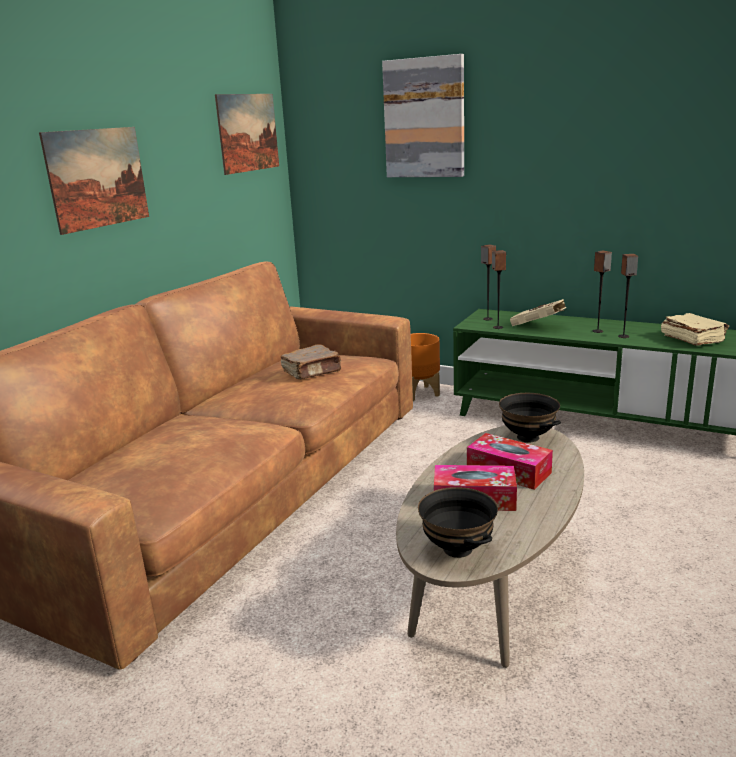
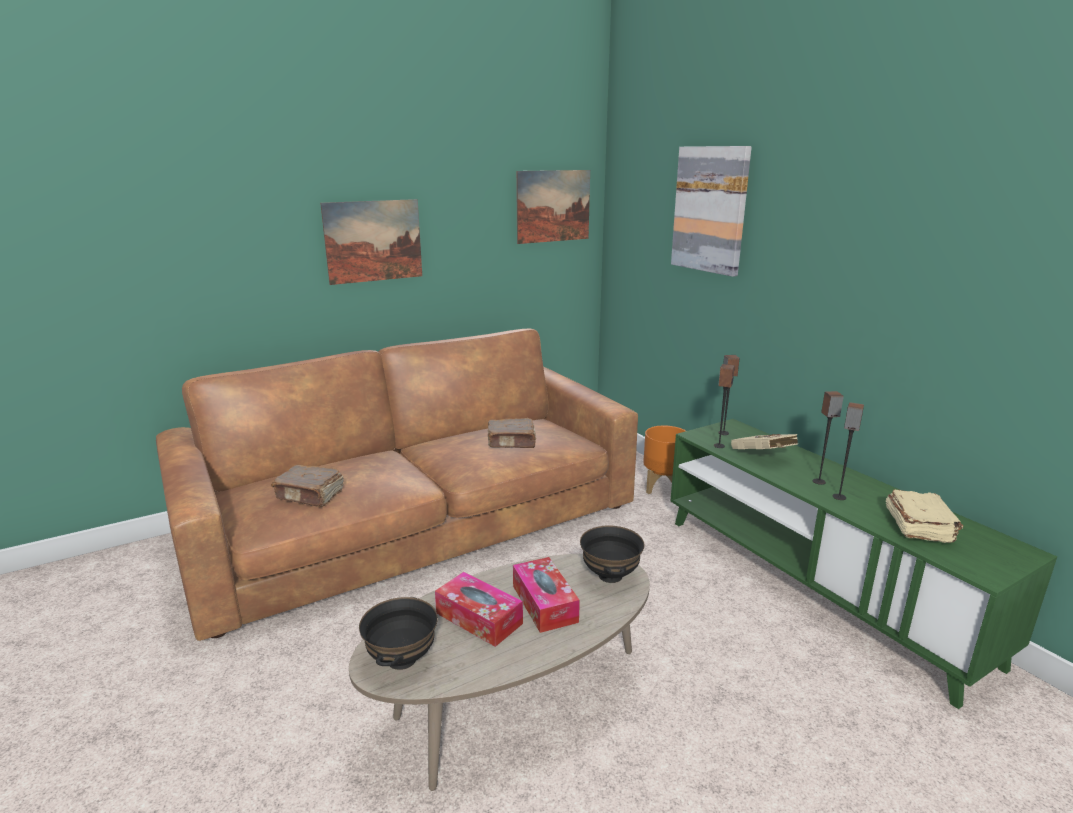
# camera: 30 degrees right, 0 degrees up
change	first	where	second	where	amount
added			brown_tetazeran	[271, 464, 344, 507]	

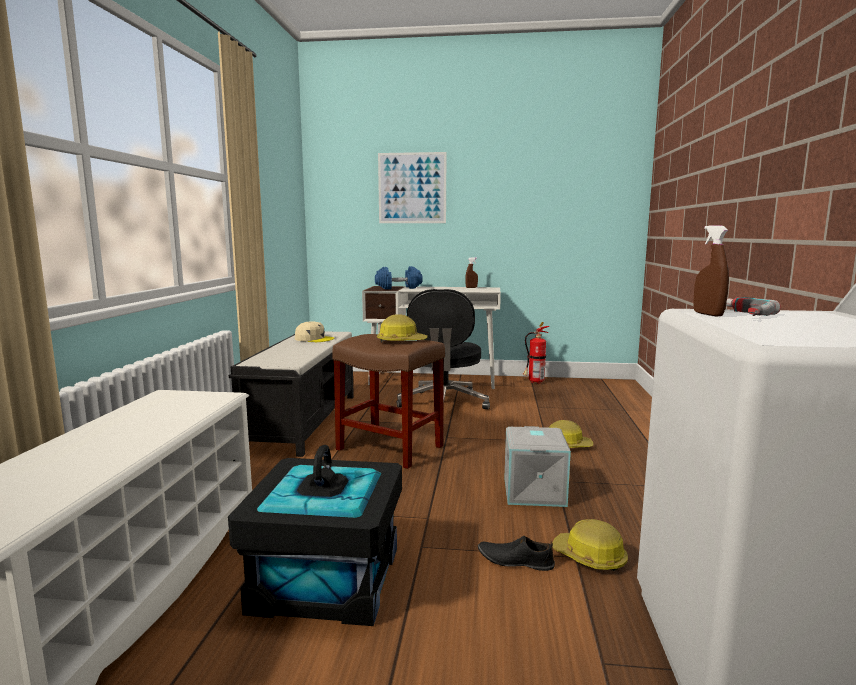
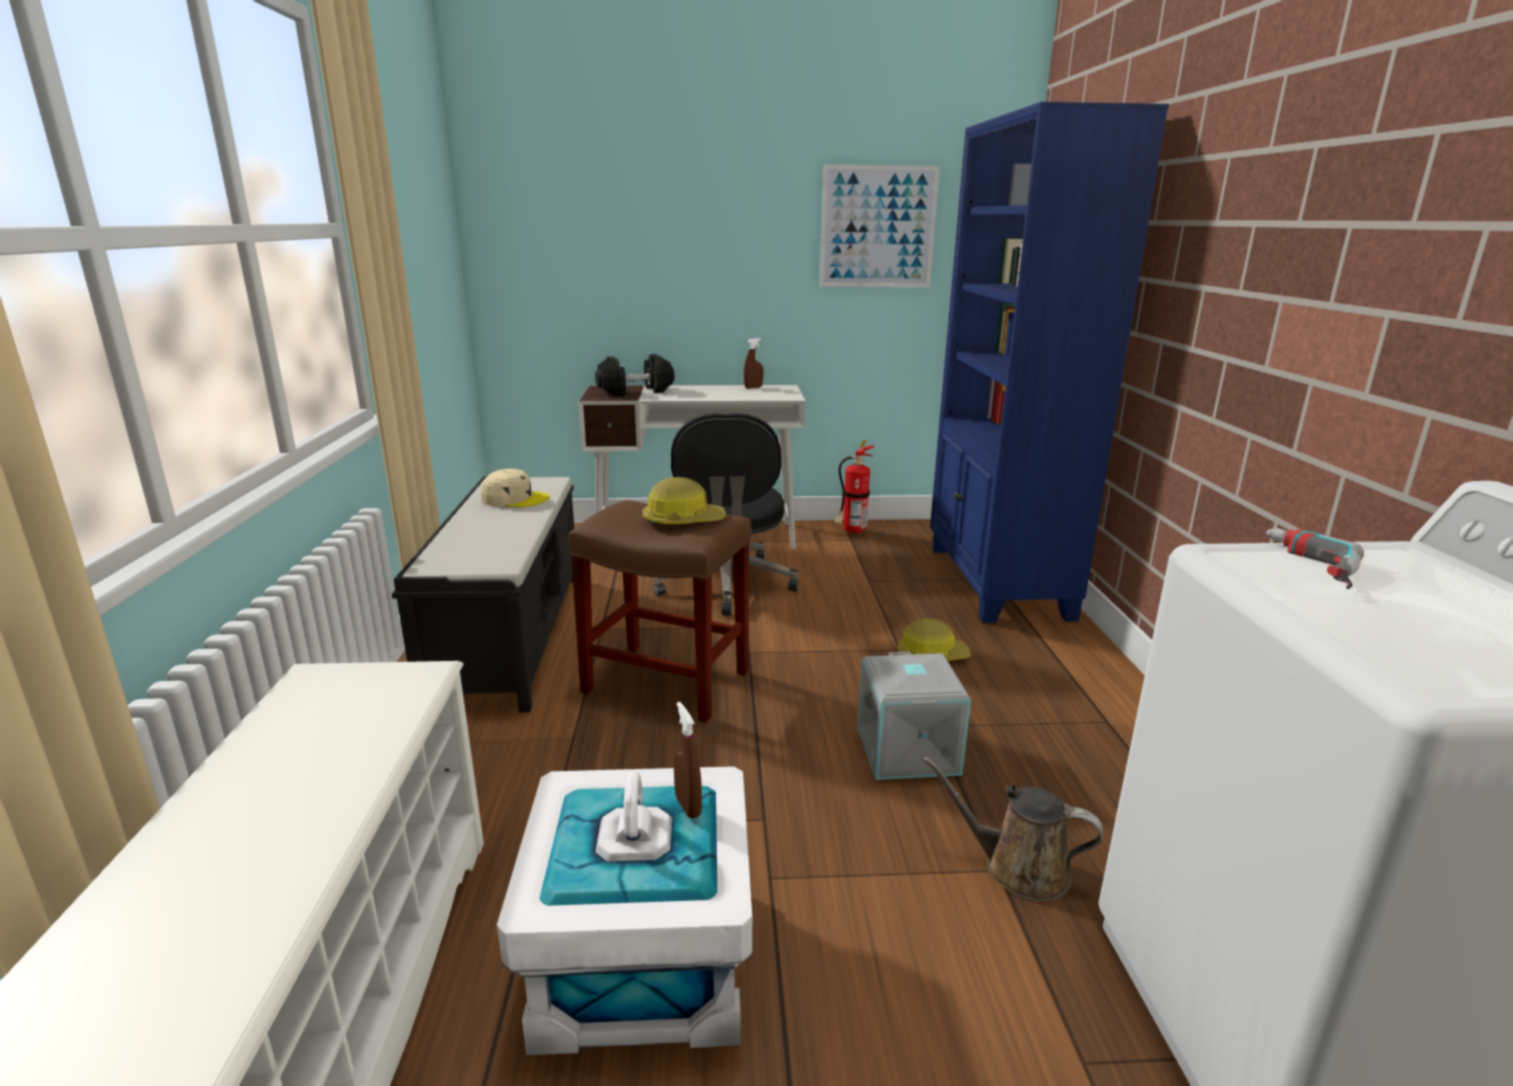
# camera: 10 degrees left, 10 degrees up
change	first	where	second	where	amount
recoloured	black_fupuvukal	[228, 445, 402, 626]	white_fupuvukal	[497, 766, 752, 1055]	
recoloured	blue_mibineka	[375, 266, 423, 289]	black_mibineka	[595, 354, 675, 396]	
moved	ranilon	[378, 152, 447, 223]		[820, 165, 940, 287]	
removed	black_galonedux	[478, 536, 555, 571]			
replaced	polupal	[552, 519, 628, 571]	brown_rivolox	[923, 756, 1103, 902]	
moved	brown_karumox	[693, 225, 729, 316]		[674, 702, 702, 819]	
added			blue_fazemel	[930, 102, 1169, 623]	

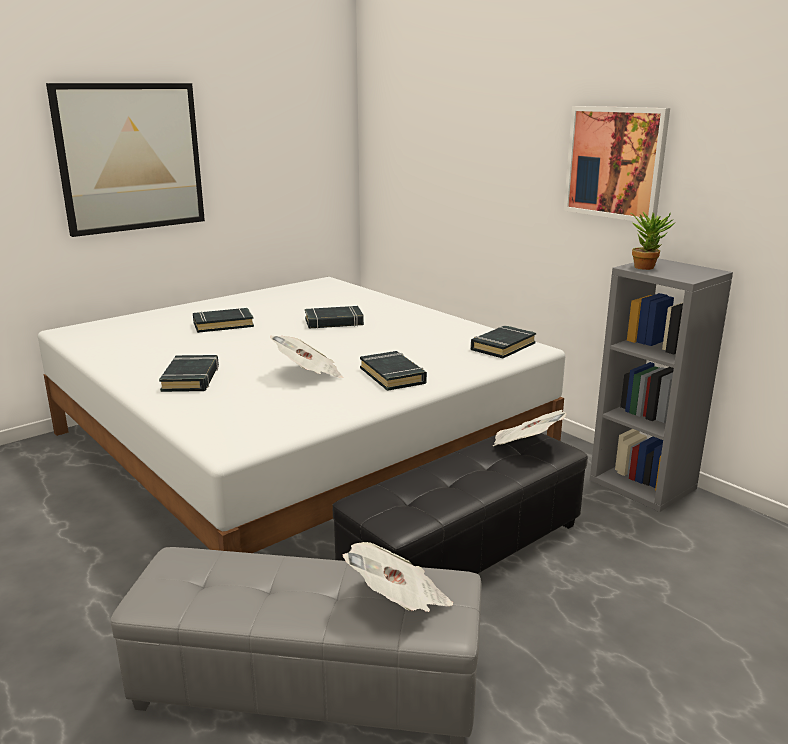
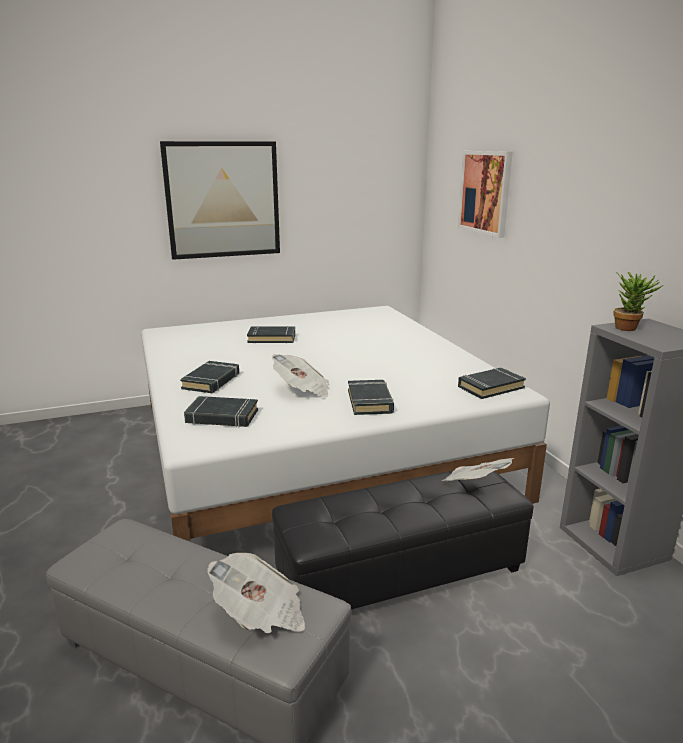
# camera: 20 degrees right, 0 degrees up
change	first	where	second	where	amount
moved	black_tetazeran	[305, 306, 364, 329]		[184, 396, 258, 427]	
moved	ranilon	[564, 106, 670, 222]		[458, 151, 513, 238]	

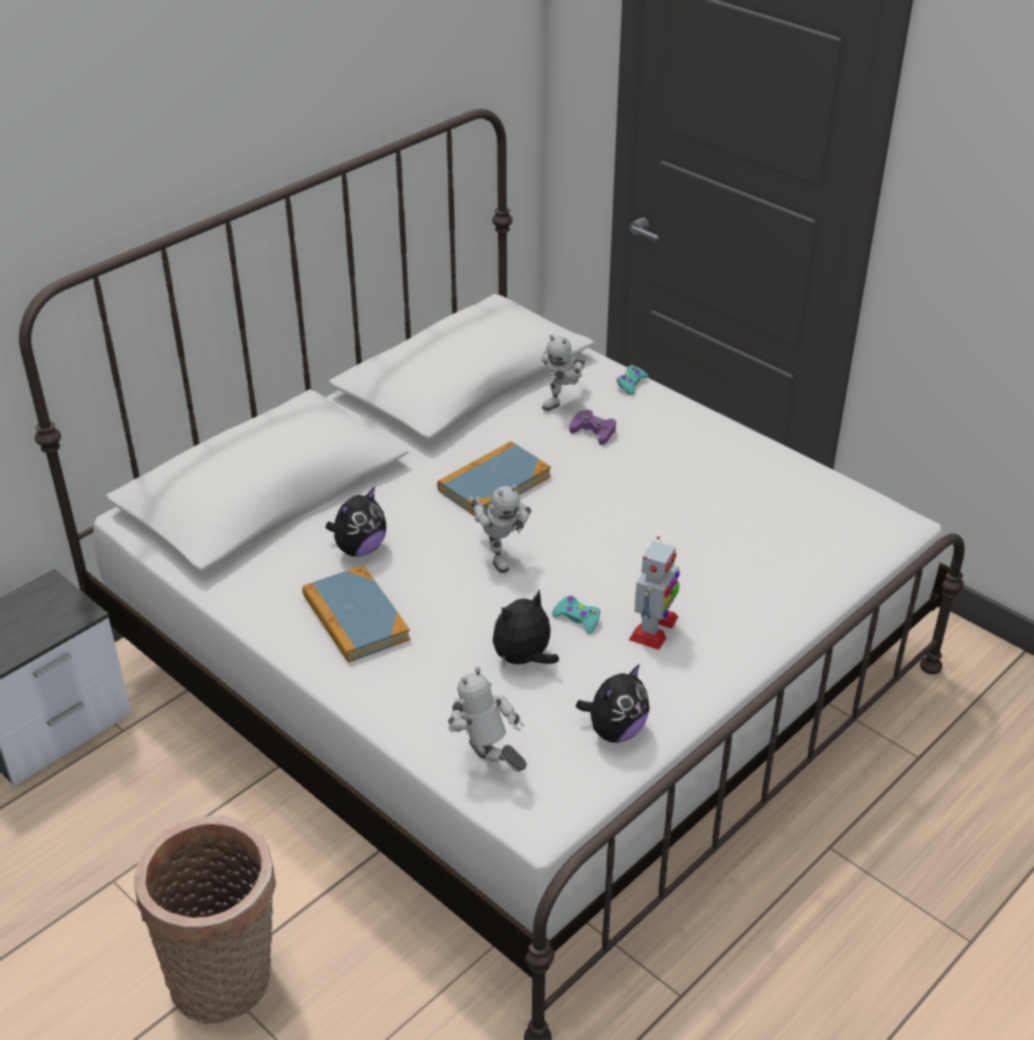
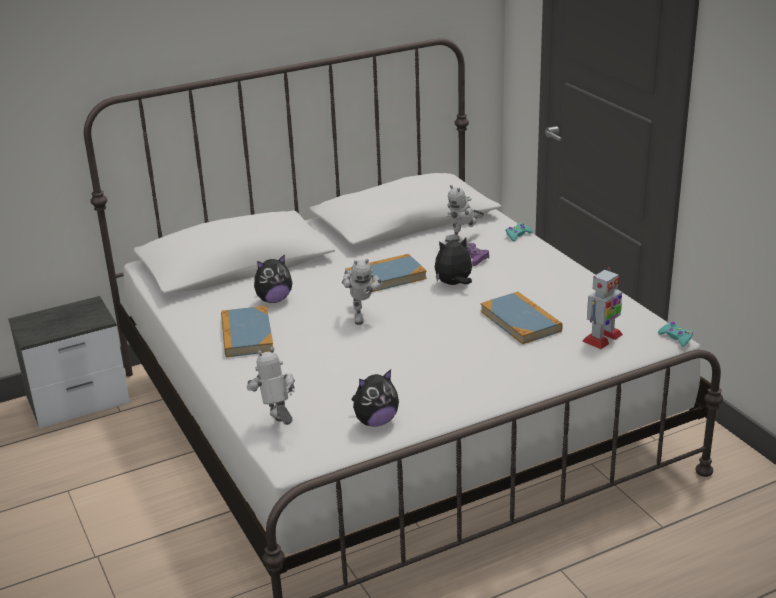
# camera: 20 degrees right, 10 degrees down
change	first	where	second	where	amount
removed	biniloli	[134, 815, 276, 1024]			
moved	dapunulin	[493, 589, 559, 668]		[435, 238, 472, 285]	
moved	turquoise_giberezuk	[552, 596, 600, 634]		[658, 322, 693, 347]	
moved	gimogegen	[629, 536, 680, 650]		[582, 267, 623, 349]	
added			tetazeran	[480, 292, 563, 344]	

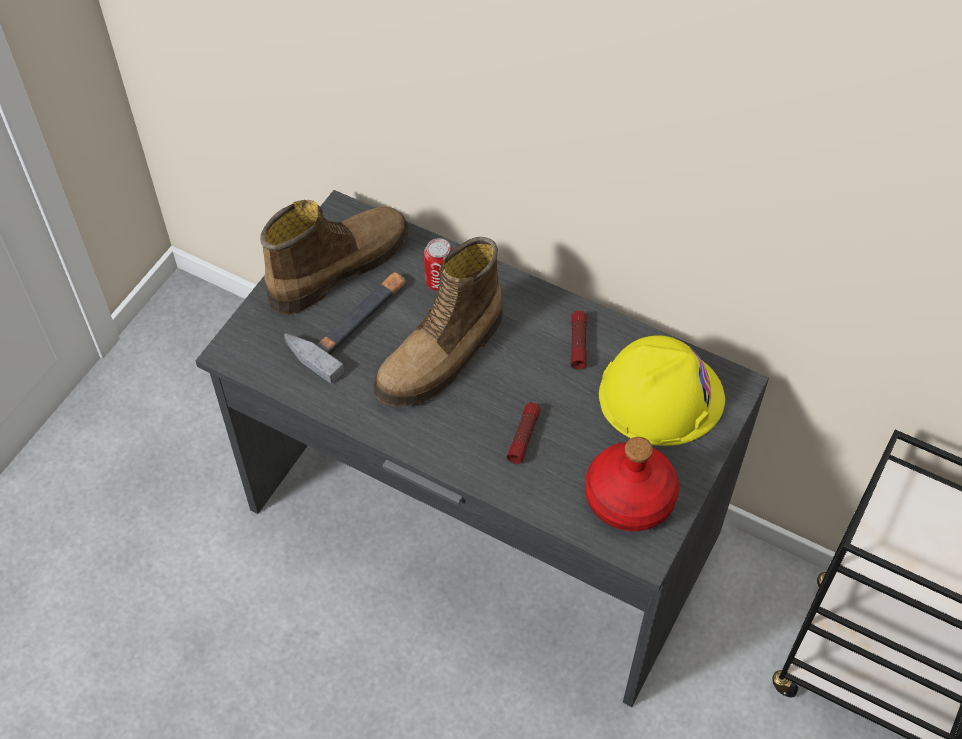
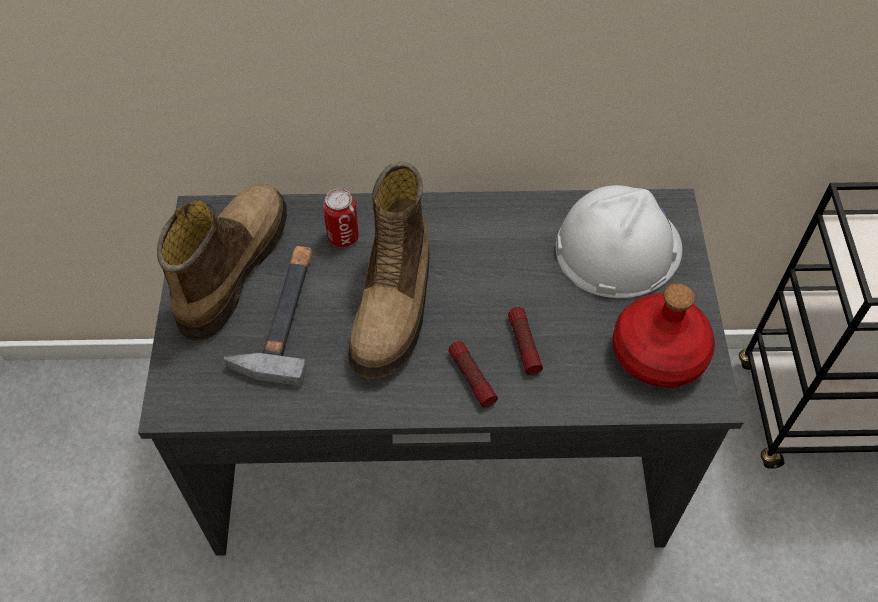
# camera: 30 degrees left, 0 degrees up
change	first	where	second	where	amount
moved	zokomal	[571, 311, 587, 369]		[448, 341, 498, 408]	
recoloured	yellow_polupal	[599, 335, 725, 446]	white_polupal	[556, 185, 682, 298]	

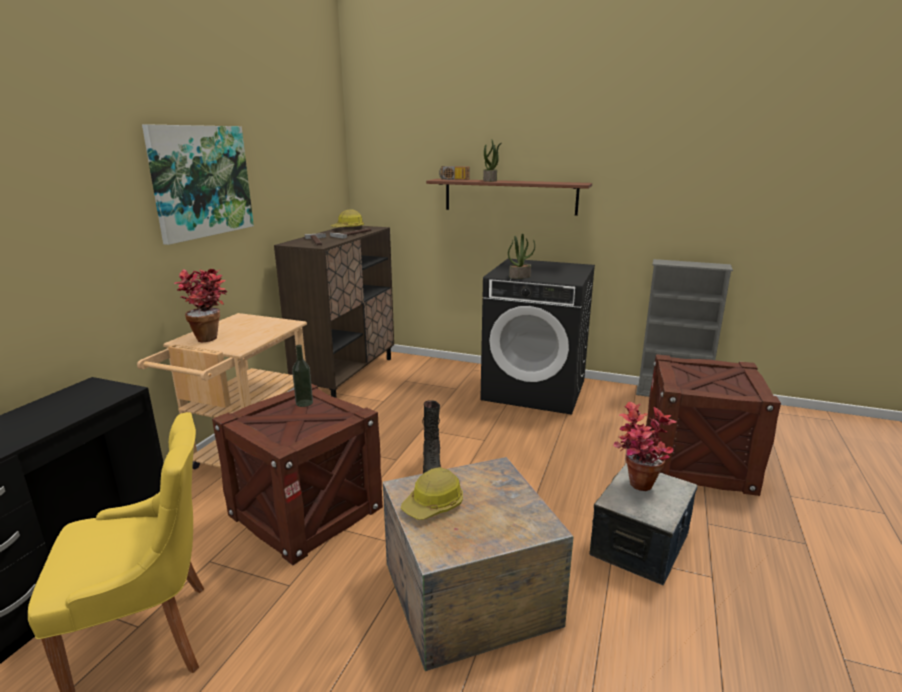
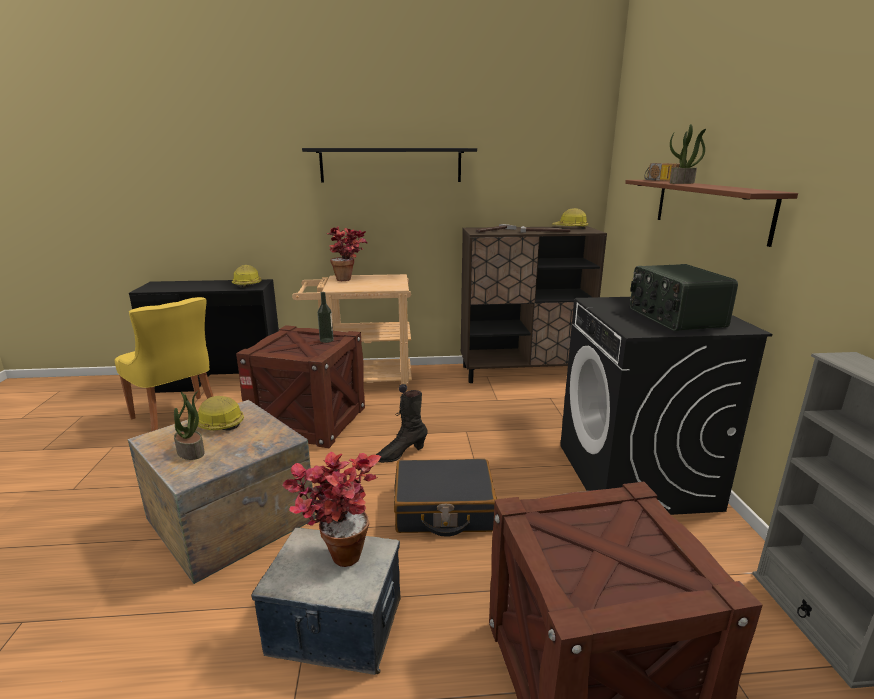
# camera: 65 degrees right, 0 degrees up
change	first	where	second	where	amount
replaced	ranilon	[142, 124, 254, 245]	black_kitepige	[302, 148, 477, 183]	
moved	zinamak	[508, 234, 535, 279]		[174, 390, 205, 460]	
added			polupal	[232, 265, 262, 288]	
added			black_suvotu	[394, 459, 497, 537]	
added			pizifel	[630, 264, 738, 331]	

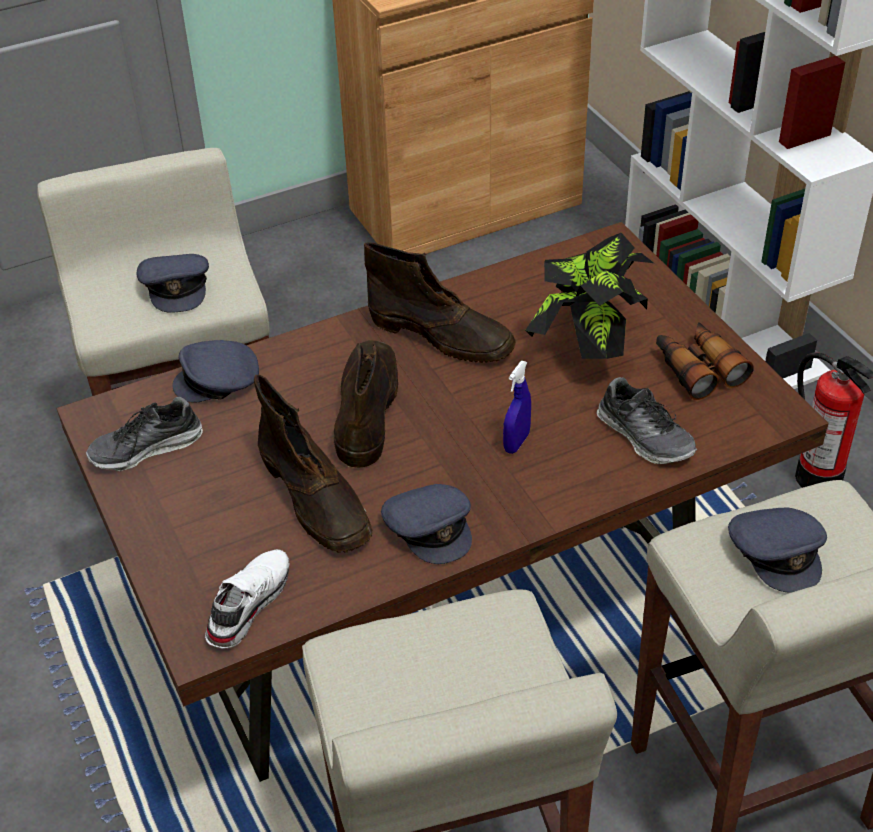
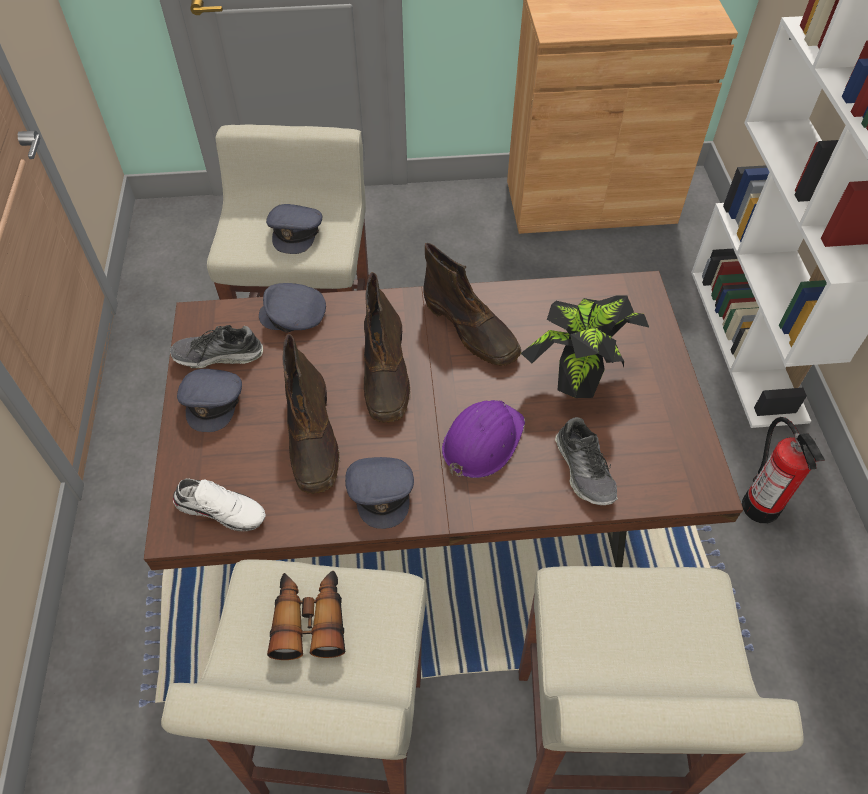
# camera: 20 degrees right, 10 degrees up
change	first	where	second	where	amount
turned	white_galonedux	[205, 549, 290, 648]		[173, 478, 266, 531]	60 degrees clockwise
turned	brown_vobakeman	[333, 340, 398, 468]		[364, 272, 411, 423]	150 degrees clockwise
replaced	blue_karumox	[503, 361, 531, 454]	purple_polupal	[442, 400, 525, 478]	
moved	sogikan	[656, 322, 754, 400]		[267, 571, 345, 660]	
moved	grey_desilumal	[728, 507, 827, 593]		[177, 369, 242, 432]	

